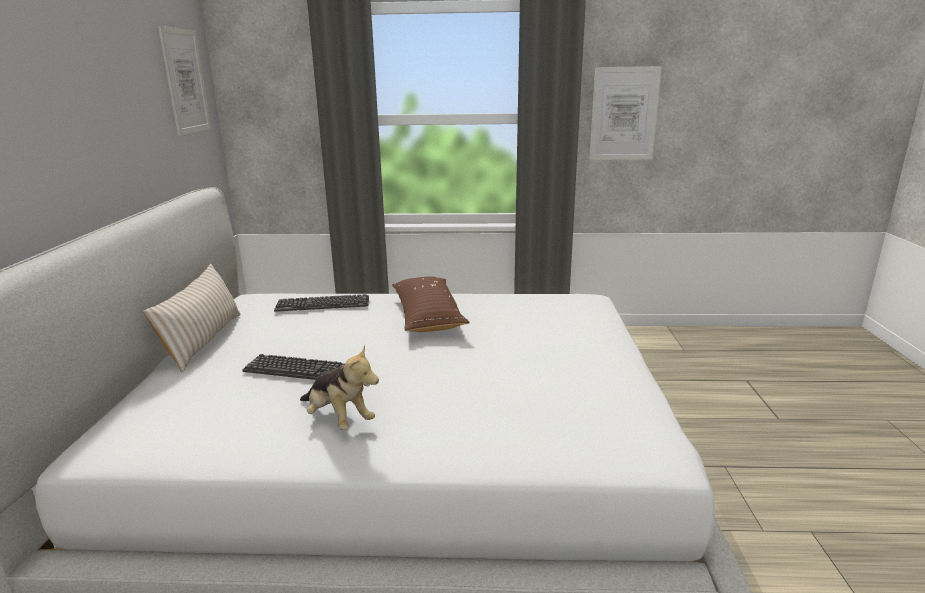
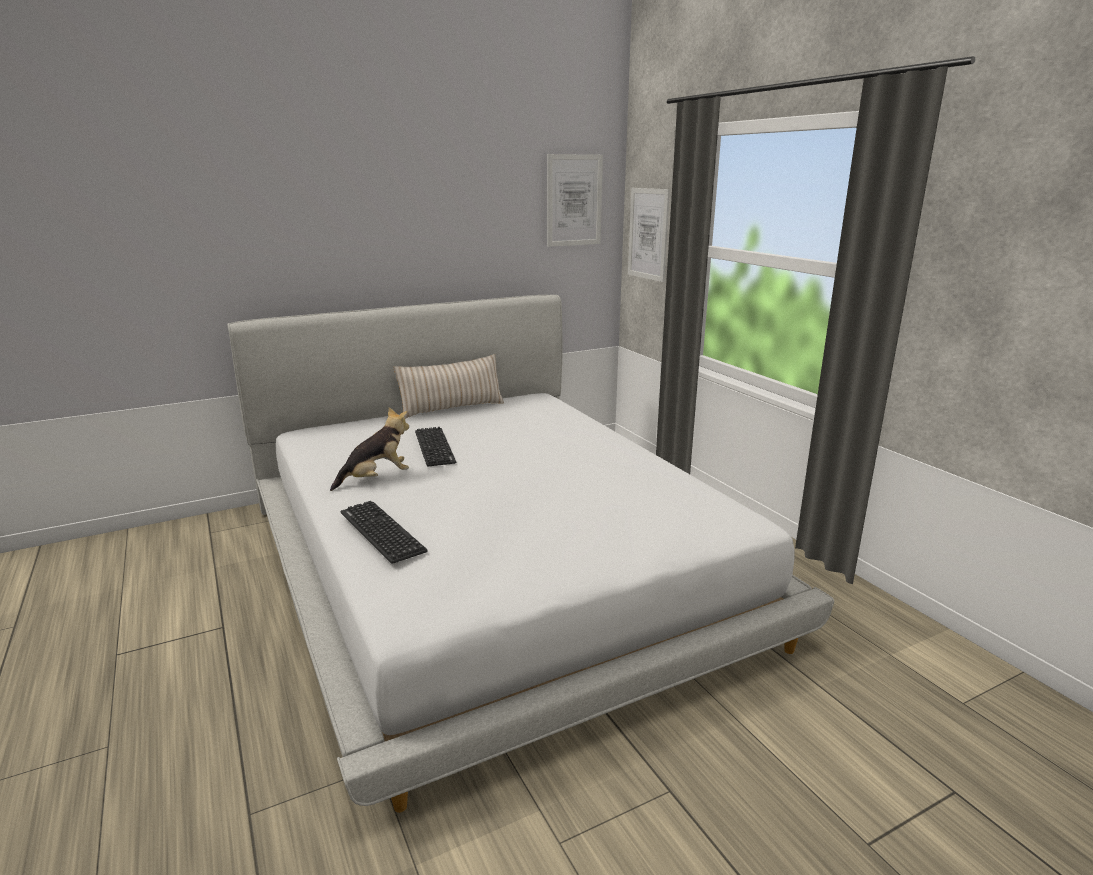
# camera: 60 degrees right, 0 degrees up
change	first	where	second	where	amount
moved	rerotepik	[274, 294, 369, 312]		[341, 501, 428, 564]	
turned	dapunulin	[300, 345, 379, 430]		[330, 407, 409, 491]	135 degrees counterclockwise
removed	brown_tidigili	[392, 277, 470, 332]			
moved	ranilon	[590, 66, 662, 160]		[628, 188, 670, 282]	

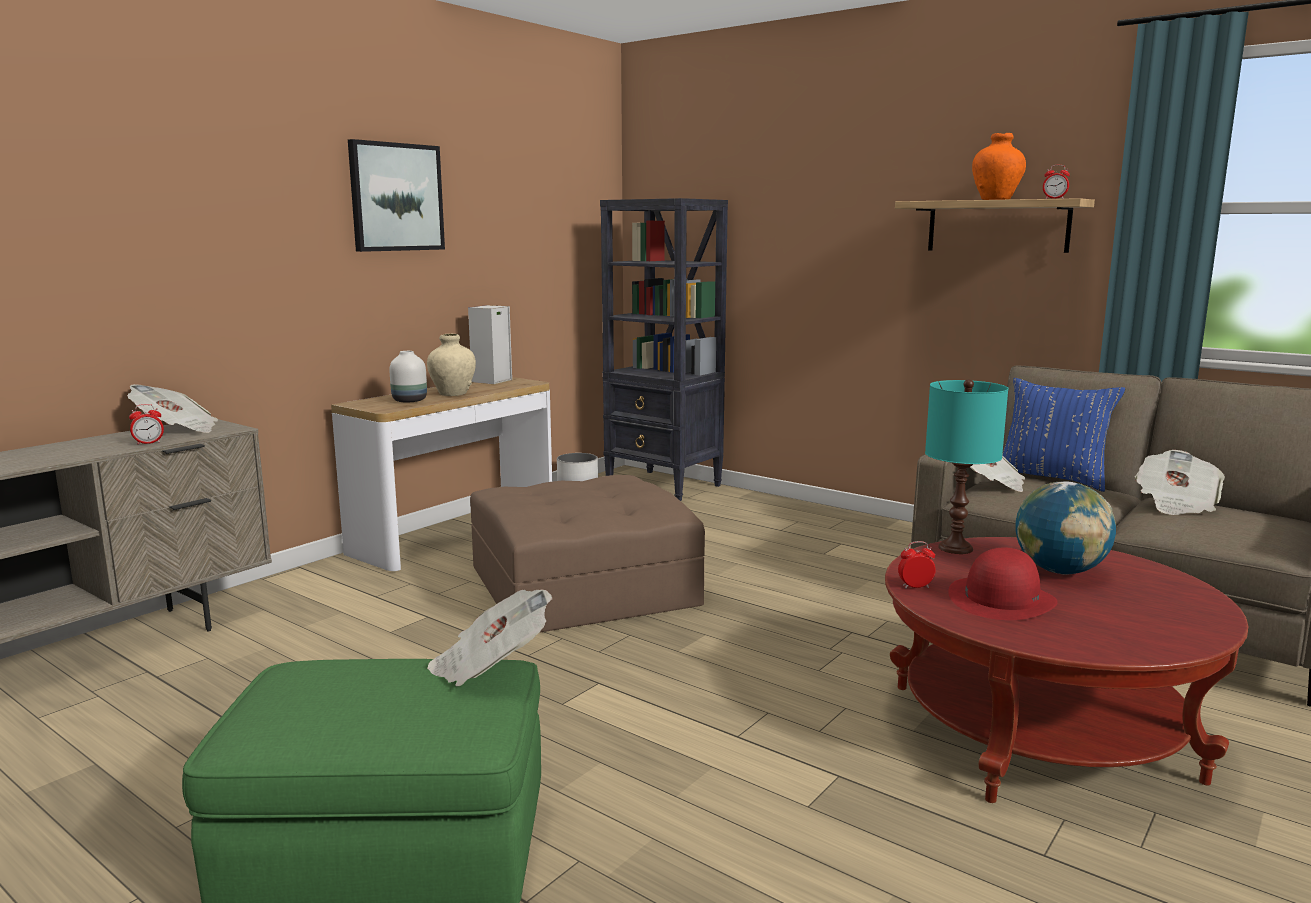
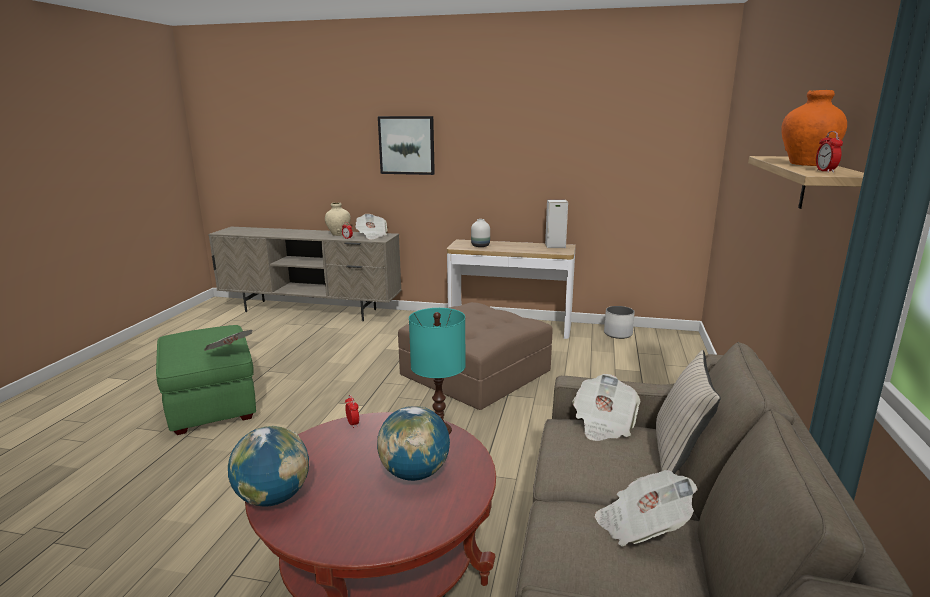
# camera: 65 degrees right, 5 degrees up
change	first	where	second	where	amount
moved	ranilon	[348, 139, 445, 252]		[378, 116, 435, 175]	
moved	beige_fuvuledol	[427, 333, 476, 396]		[325, 202, 351, 236]	
removed	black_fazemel	[600, 198, 728, 501]			
removed	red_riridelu	[948, 547, 1058, 620]			
recoloured	blue_tidigili	[1002, 378, 1125, 492]	beige_tidigili	[656, 350, 721, 474]	
added			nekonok	[228, 426, 309, 506]	

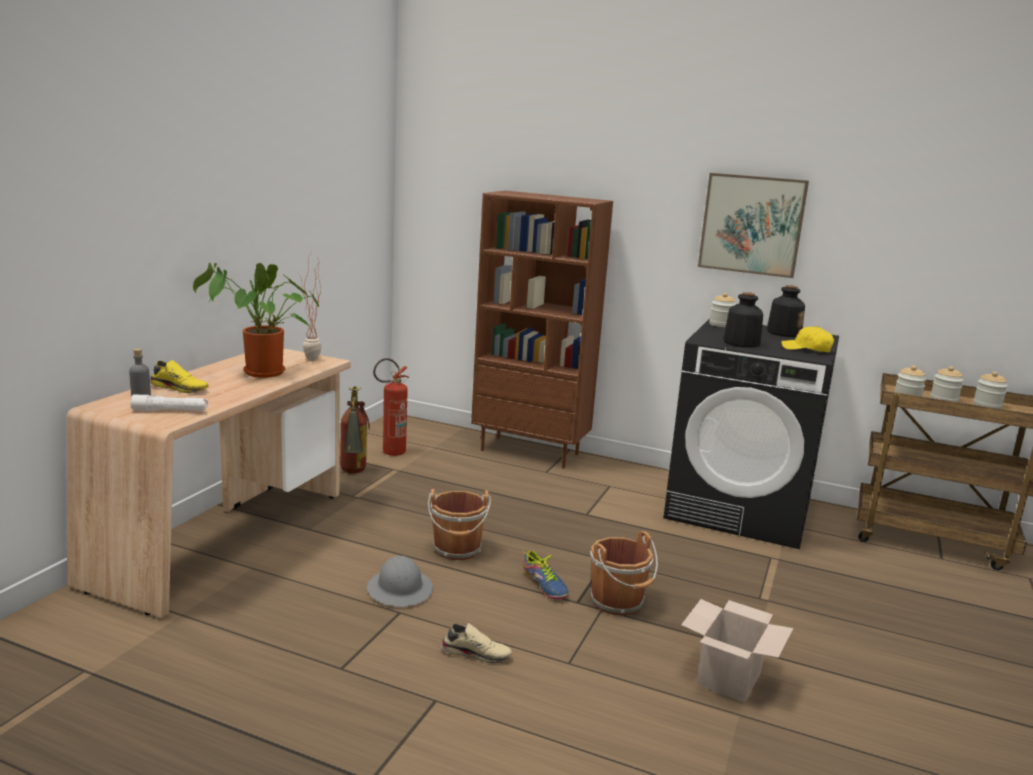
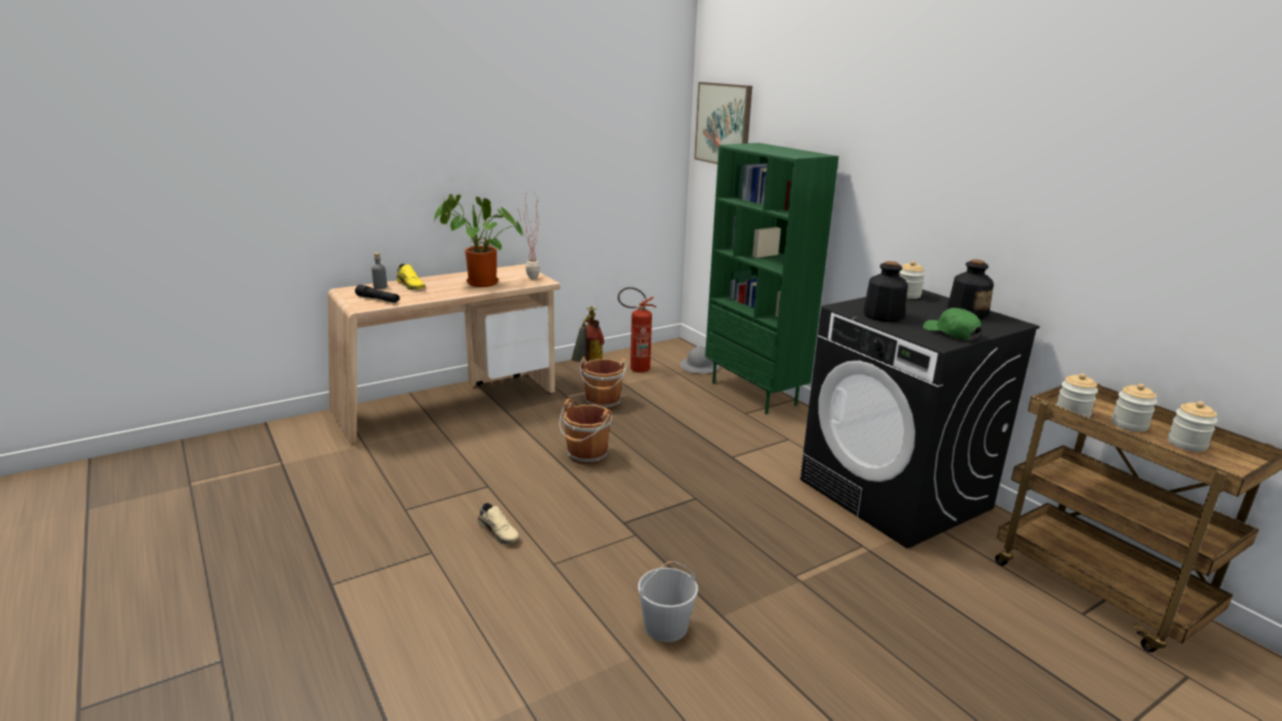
# camera: 35 degrees right, 5 degrees up
change	first	where	second	where	amount
recoloured	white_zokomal	[130, 395, 208, 411]	black_zokomal	[355, 285, 400, 303]	
moved	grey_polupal	[367, 556, 433, 607]		[680, 346, 719, 374]	
recoloured	brown_fazemel	[471, 191, 613, 469]	green_fazemel	[705, 143, 839, 414]	
removed	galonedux	[523, 551, 569, 600]			
moved	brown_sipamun	[590, 531, 658, 615]		[580, 357, 627, 409]	
replaced	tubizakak	[681, 599, 793, 703]	white_sipamun	[638, 561, 698, 642]	
moved	ranilon	[698, 173, 809, 278]		[694, 82, 752, 164]	
recoloured	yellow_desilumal	[781, 326, 834, 352]	green_desilumal	[923, 308, 982, 340]	

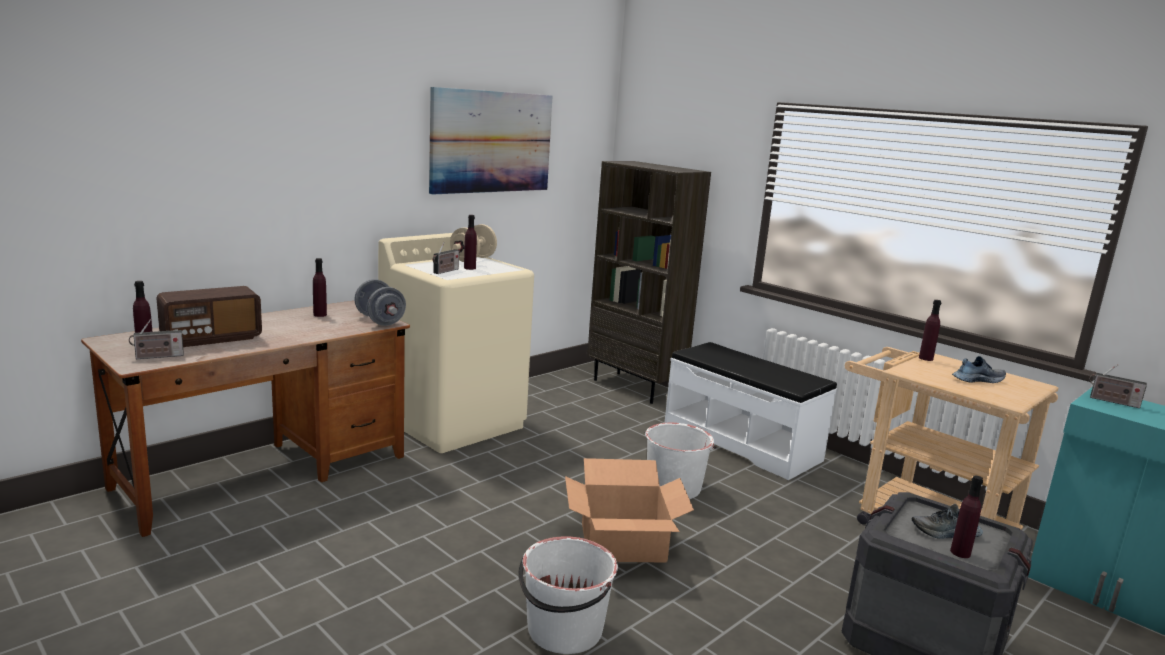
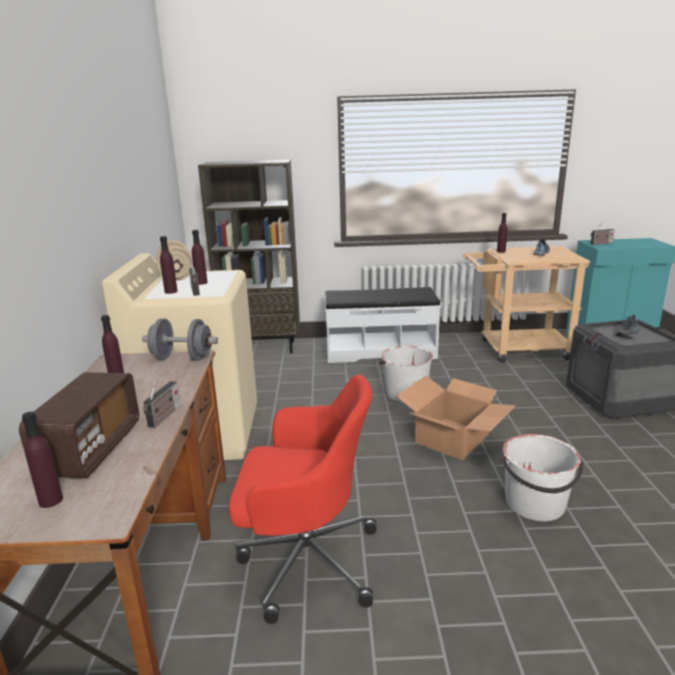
# camera: 45 degrees left, 5 degrees up
change	first	where	second	where	amount
moved	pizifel	[129, 320, 184, 359]		[143, 381, 181, 428]	
removed	ranilon	[429, 87, 553, 195]			
moved	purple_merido	[950, 475, 983, 558]		[160, 236, 177, 294]	
added			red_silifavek	[228, 375, 377, 624]	

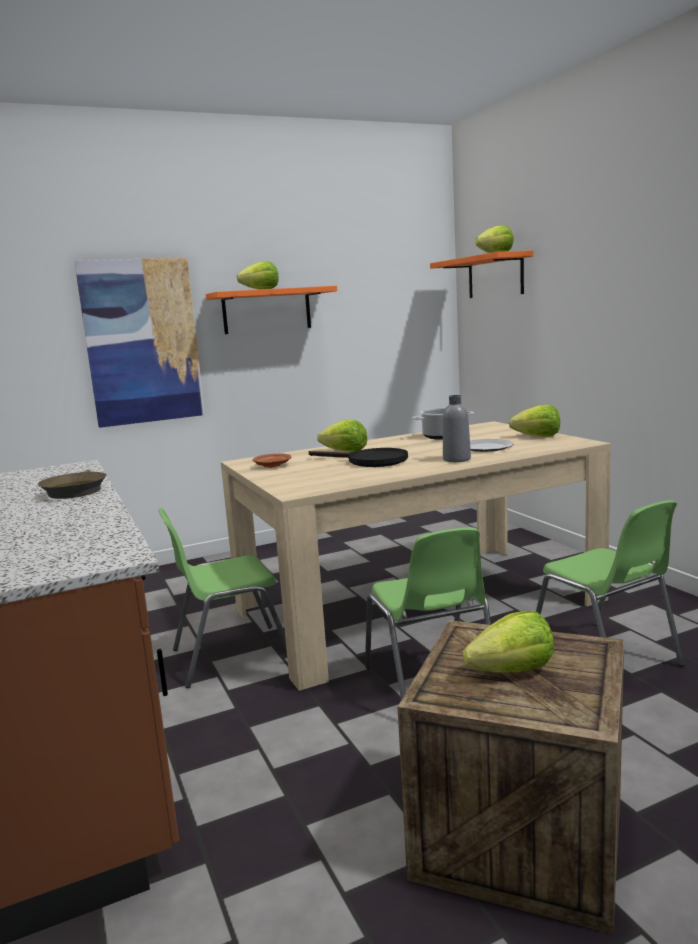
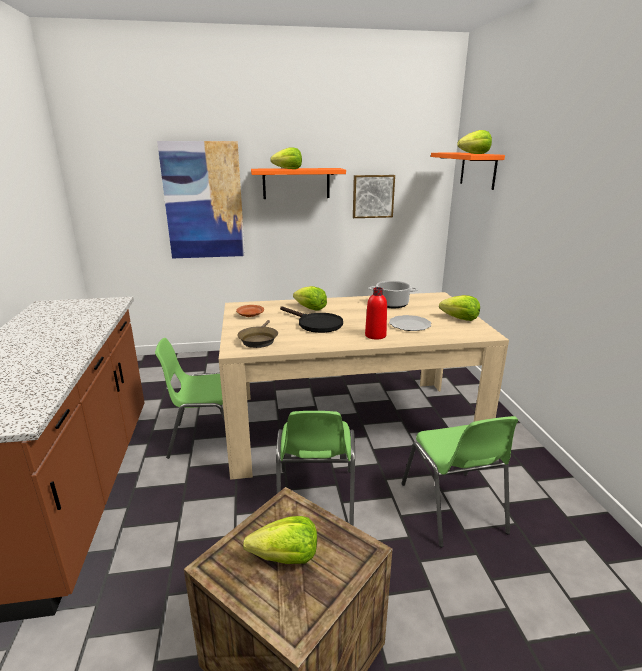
# camera: 15 degrees right, 10 degrees up
change	first	where	second	where	amount
moved	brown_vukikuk	[38, 470, 107, 499]		[237, 320, 278, 348]	
recoloured	grey_merido	[443, 395, 471, 462]	red_merido	[365, 287, 387, 340]	
added			ranilon	[353, 175, 395, 218]	

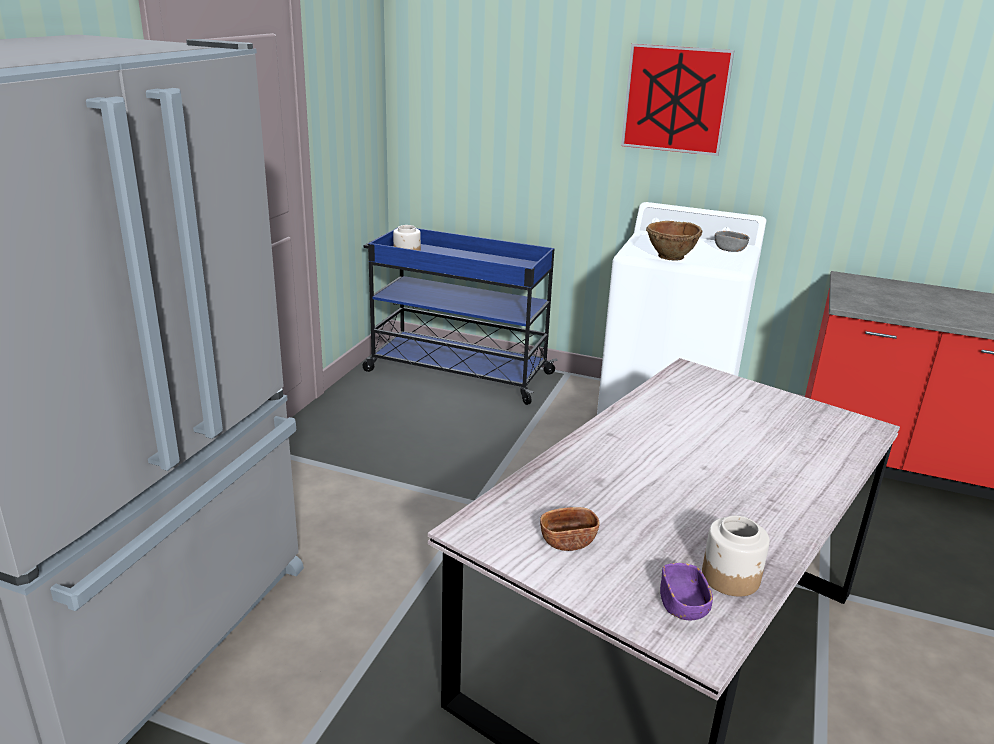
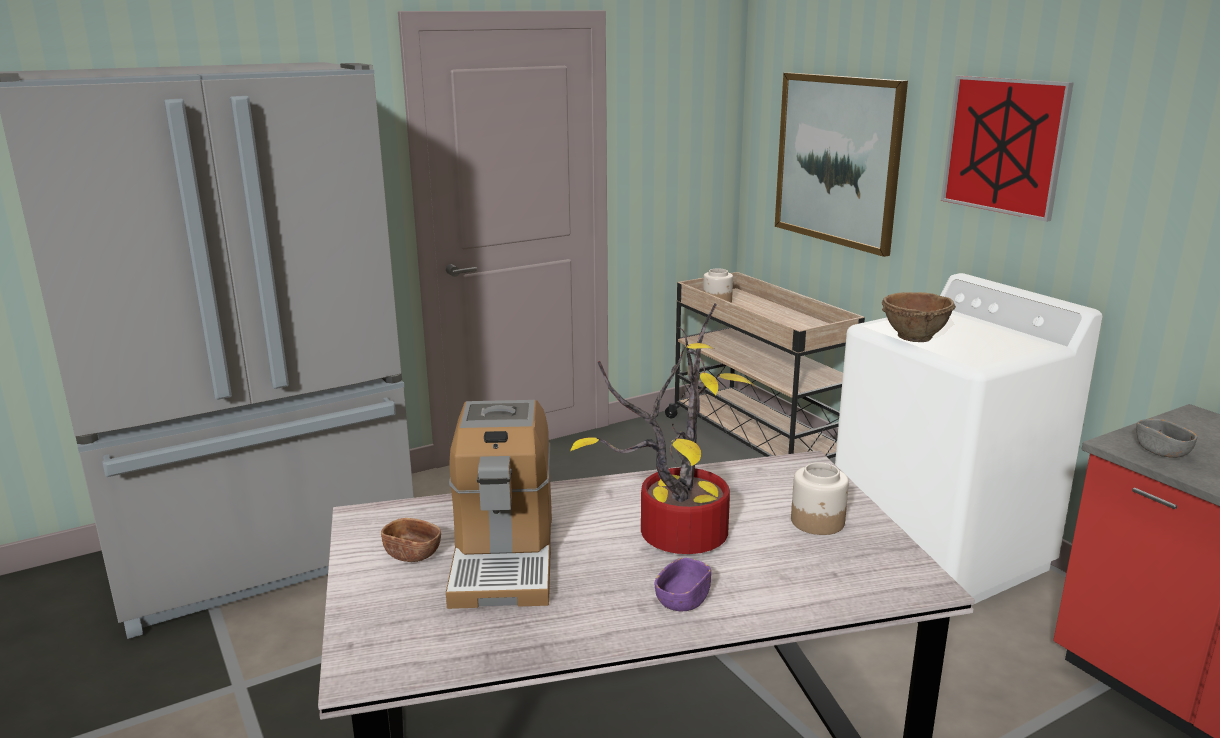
# camera: 40 degrees right, 5 degrees down
change	first	where	second	where	amount
recoloured	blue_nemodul	[362, 227, 558, 405]	beige_nemodul	[665, 272, 865, 459]	
moved	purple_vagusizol	[660, 563, 713, 620]		[655, 558, 711, 612]	
moved	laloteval	[702, 516, 770, 596]		[791, 462, 849, 535]	
moved	grey_vagusizol	[715, 231, 749, 252]		[1136, 419, 1197, 458]	
added			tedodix	[446, 400, 552, 609]	
added			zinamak	[570, 303, 758, 554]	
added			ranilon	[775, 73, 908, 257]	

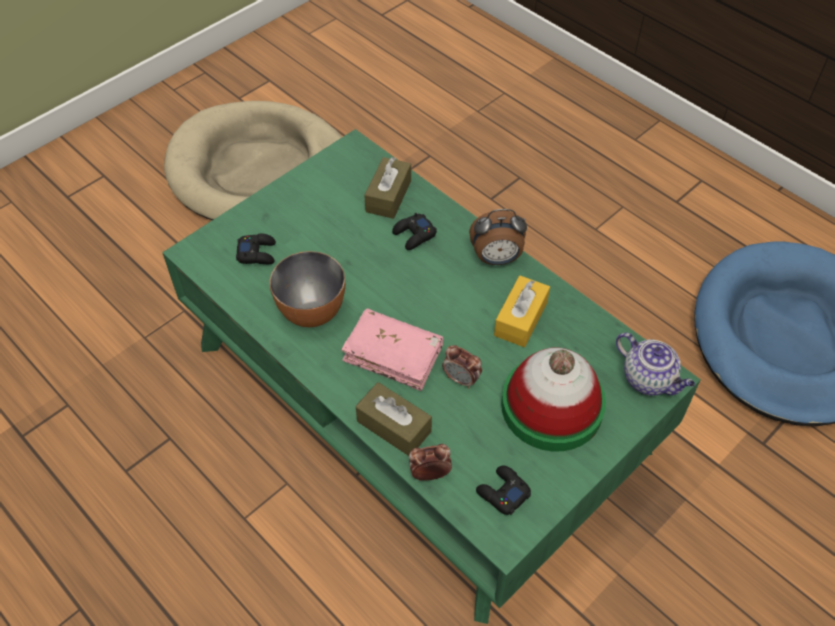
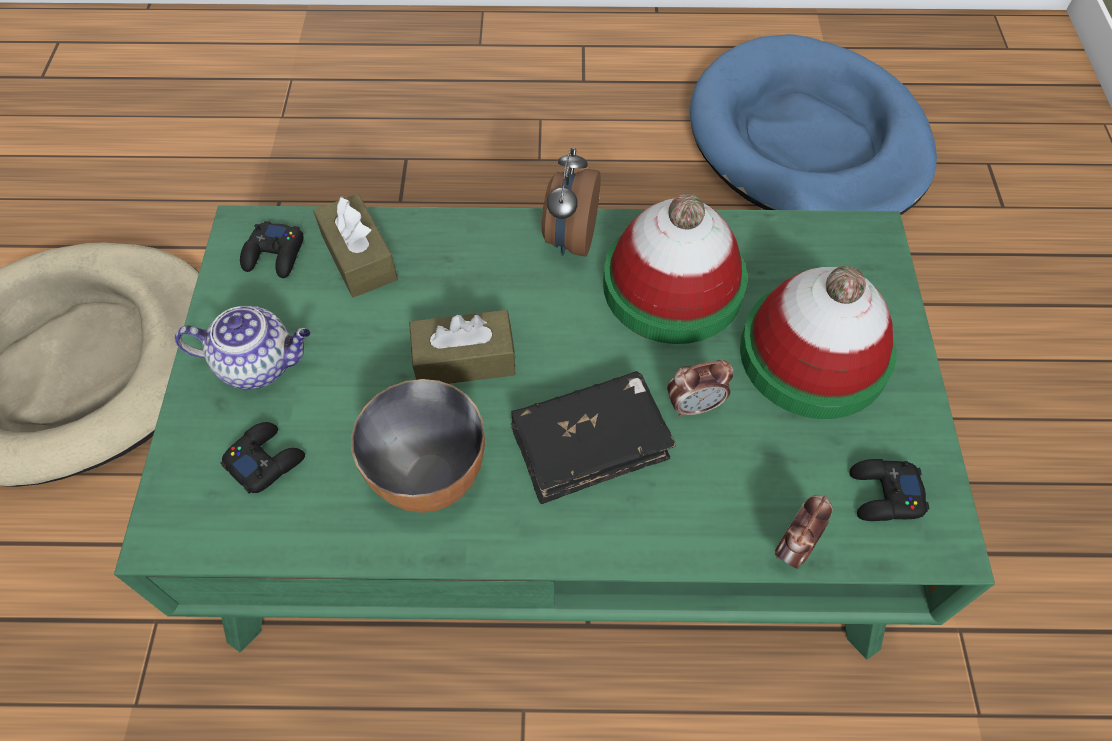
# camera: 45 degrees left, 5 degrees up
change	first	where	second	where	amount
recoloured	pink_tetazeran	[341, 308, 443, 391]	black_tetazeran	[511, 371, 676, 504]	
moved	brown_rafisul	[356, 382, 432, 456]		[409, 310, 516, 384]	
moved	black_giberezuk	[392, 213, 437, 250]		[240, 221, 303, 278]	
turned	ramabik	[469, 209, 527, 265]		[542, 148, 601, 257]	150 degrees clockwise
replaced	yellow_rafisul	[494, 276, 550, 347]	riridelu	[603, 193, 747, 344]	
moved	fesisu	[616, 333, 695, 396]		[175, 306, 311, 390]	

